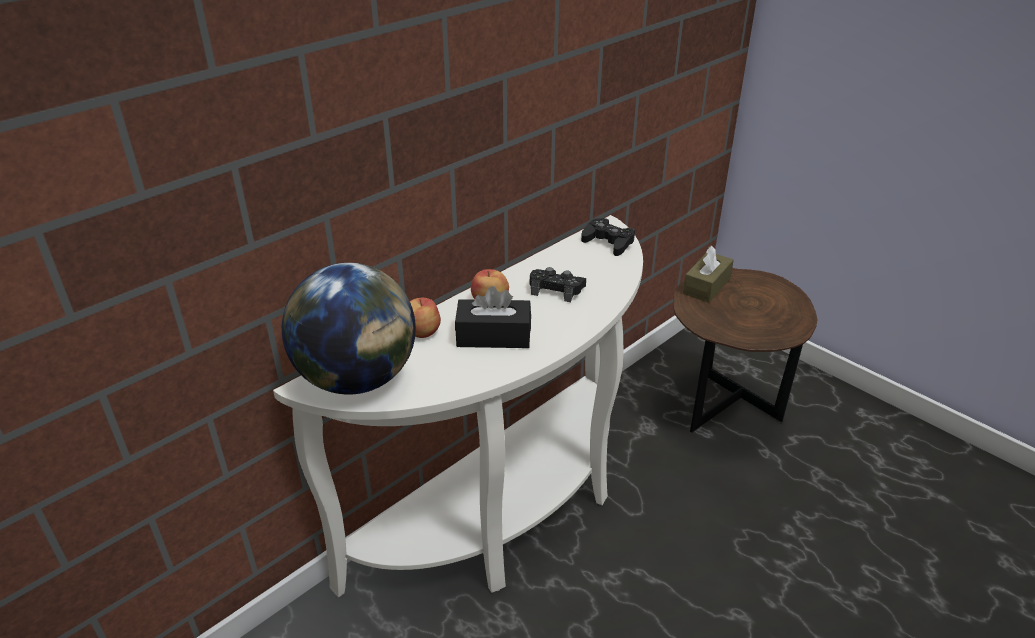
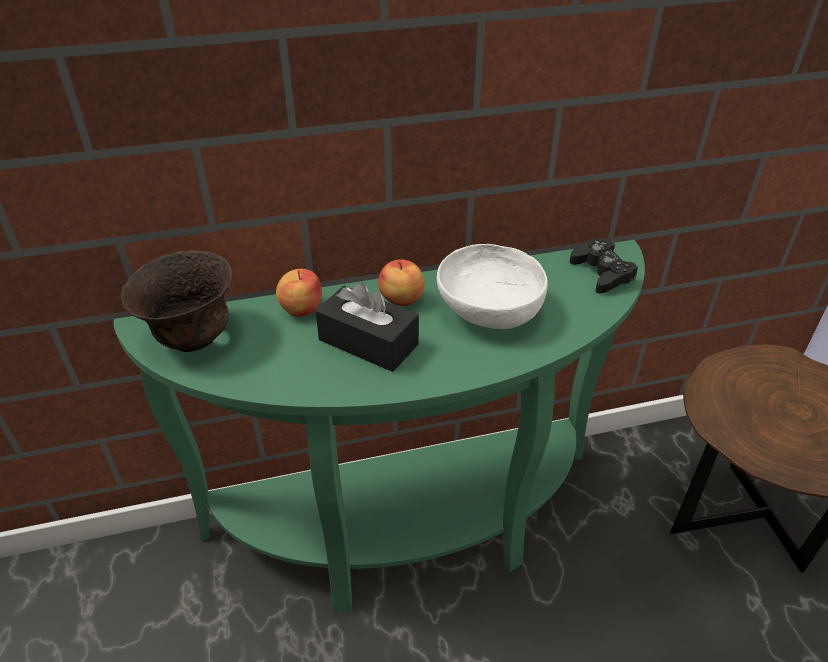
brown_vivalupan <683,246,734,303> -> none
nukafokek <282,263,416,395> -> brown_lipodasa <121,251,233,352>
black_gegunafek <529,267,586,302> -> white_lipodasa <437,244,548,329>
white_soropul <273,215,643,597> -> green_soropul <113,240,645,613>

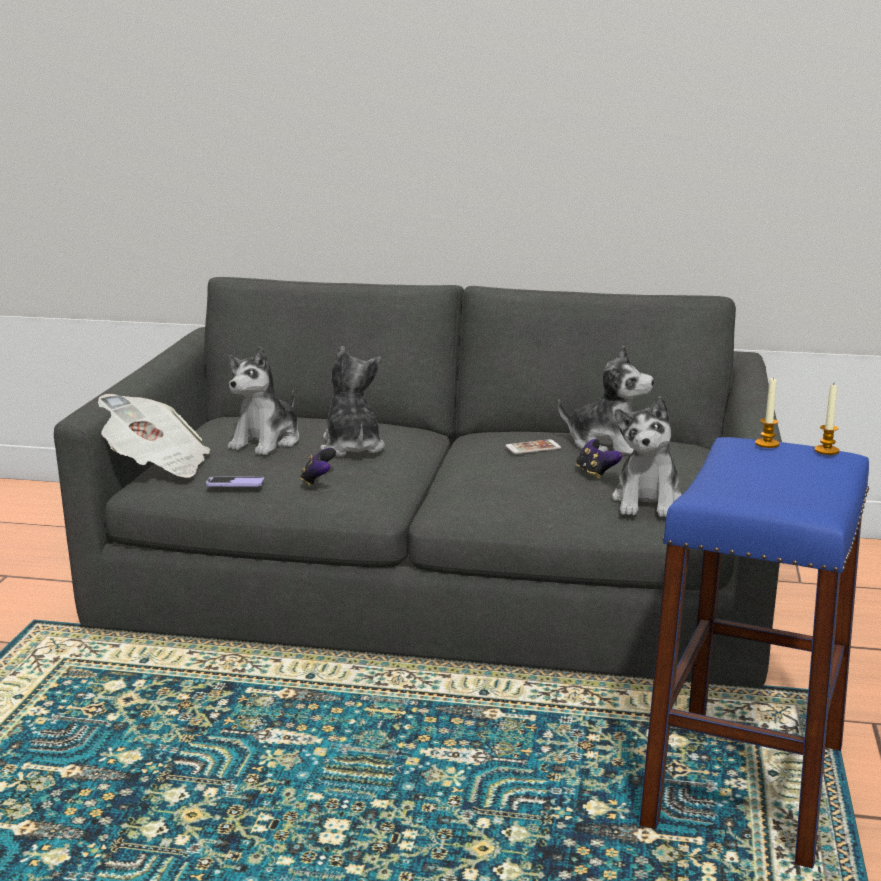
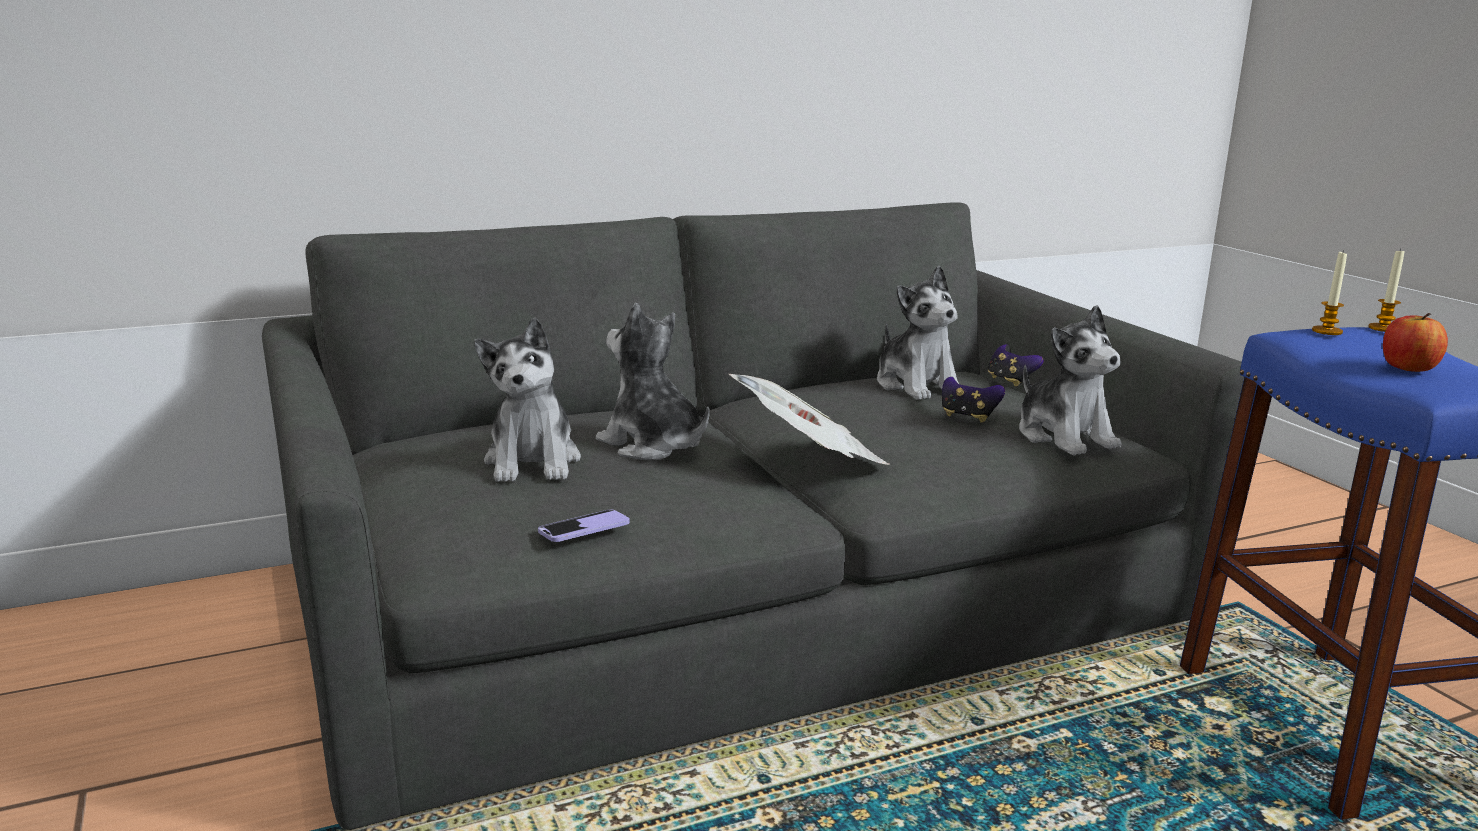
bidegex <505,439,561,454> -> none
none -> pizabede <1383,313,1448,372>
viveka <98,394,210,478> -> viveka <729,374,890,465>, moved
gegunafek <301,448,336,486> -> gegunafek <988,344,1044,387>, moved
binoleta <558,345,654,455> -> binoleta <877,265,959,400>, 75 degrees clockwise

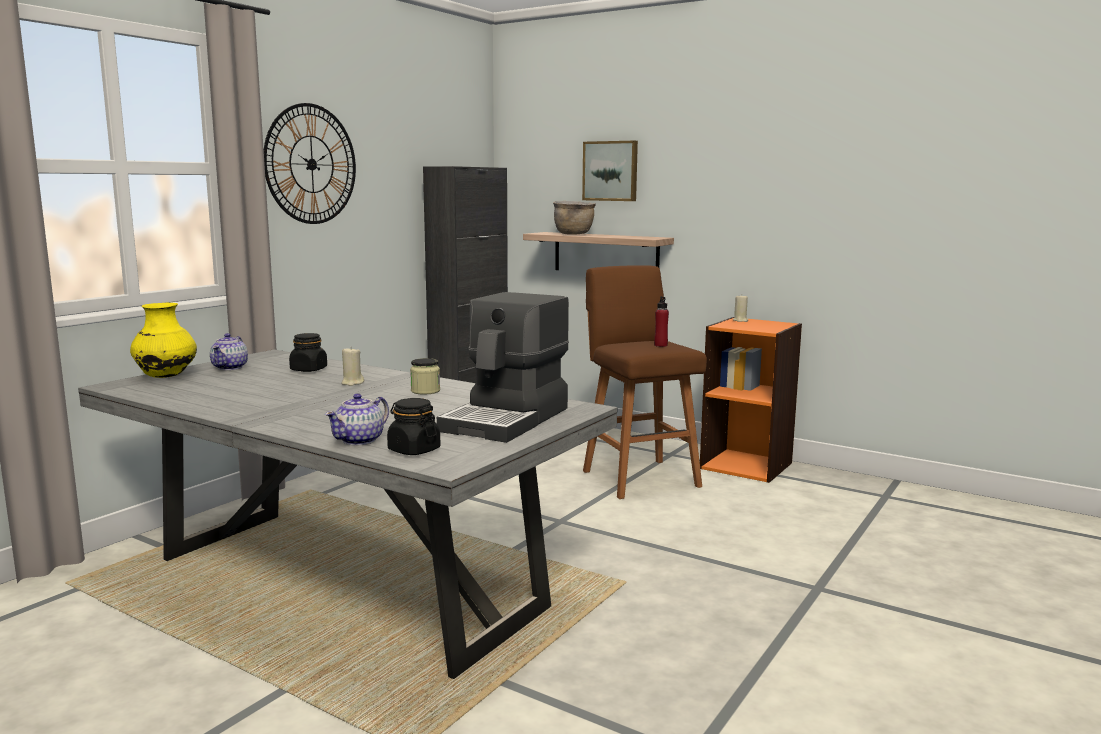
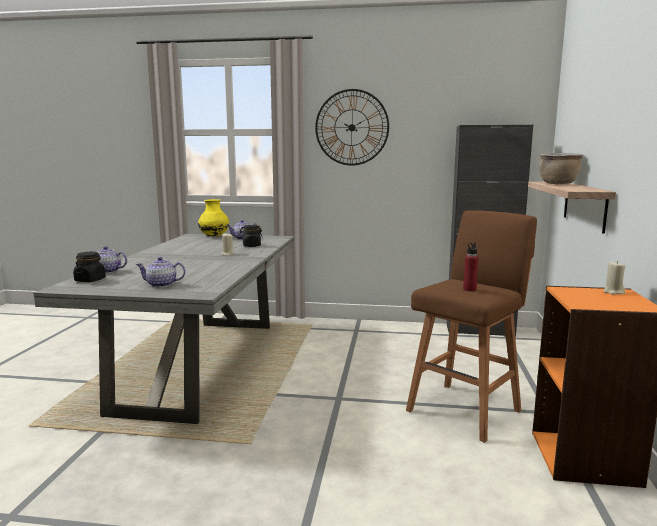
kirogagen <410,358,440,394> -> none
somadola <582,141,638,201> -> none
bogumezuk <437,292,569,443> -> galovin <136,257,186,287>

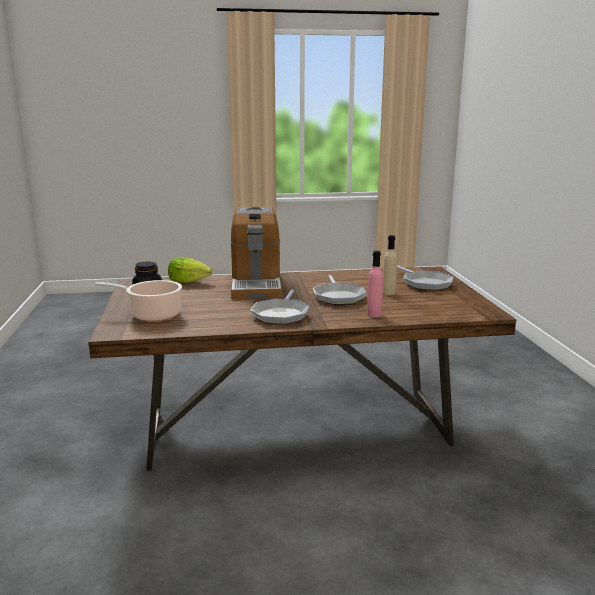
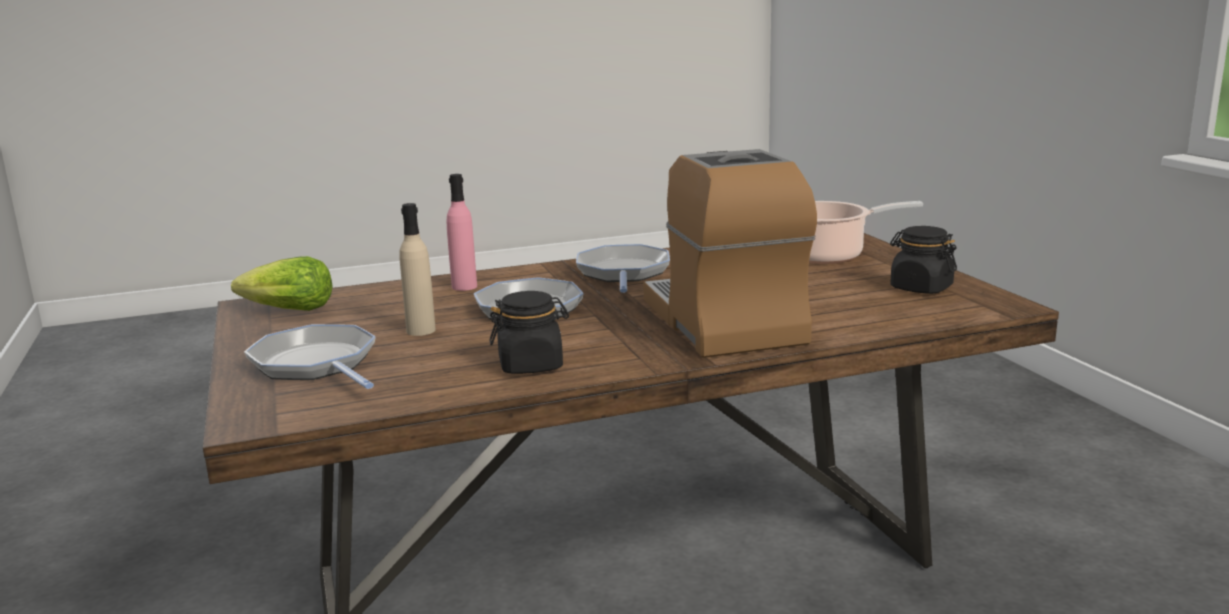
none -> black_kirogagen <489,291,569,374>
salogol <168,257,213,283> -> salogol <231,256,333,311>, moved

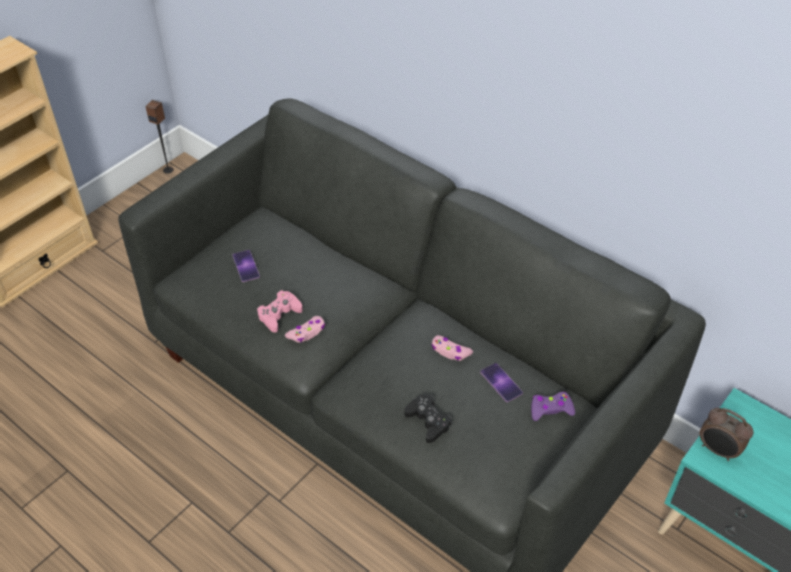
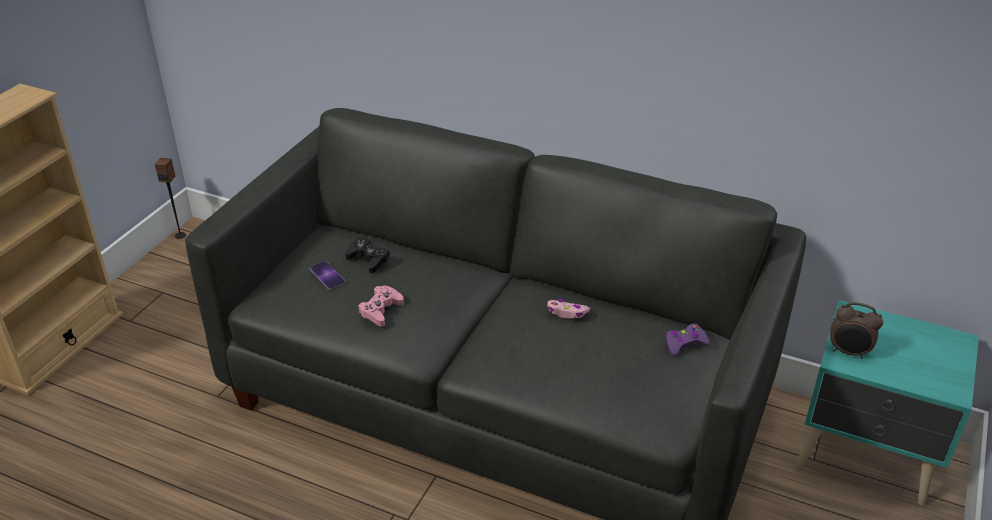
pink_gegunafek <285,316,325,343> -> none
bidegex <480,363,523,402> -> none
black_gegunafek <404,395,452,443> -> black_gegunafek <345,237,390,273>, moved

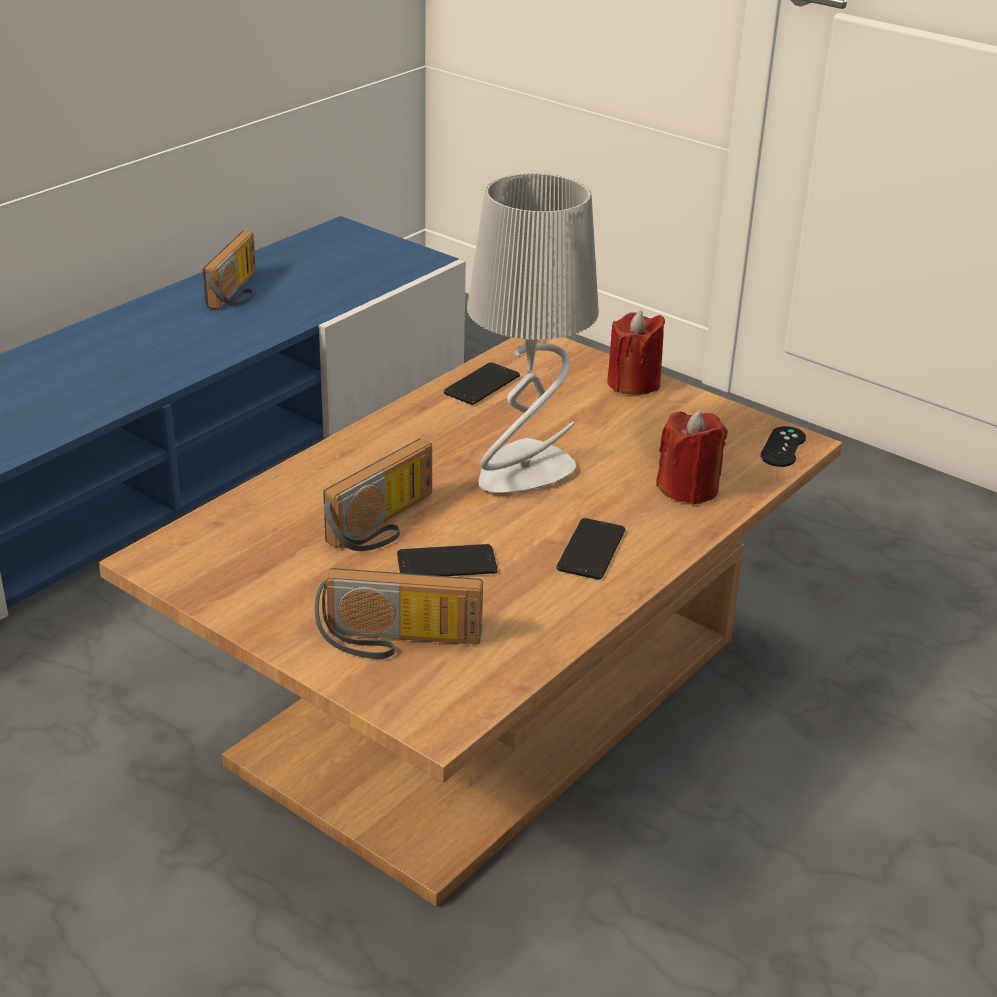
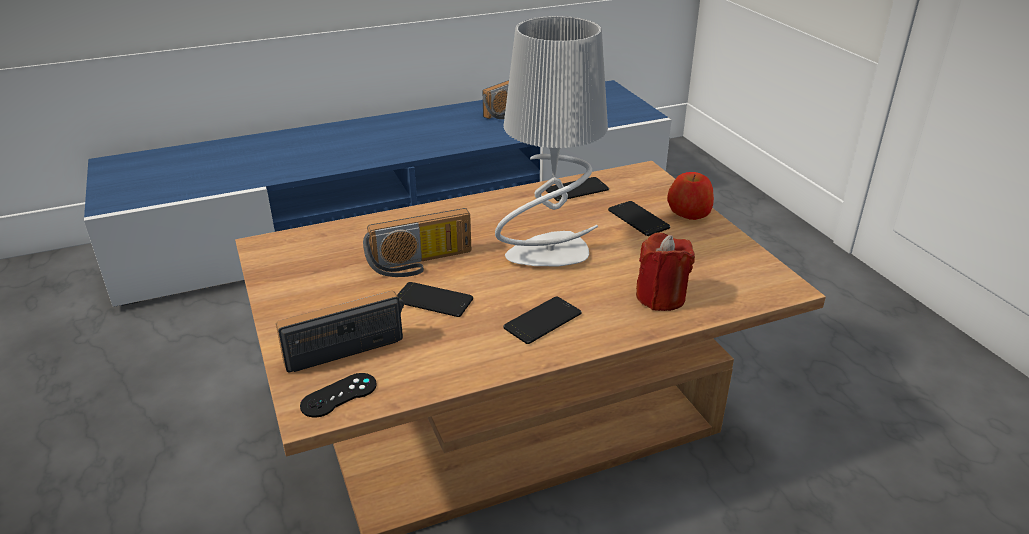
none -> bidegex <608,201,670,236>
black_gegunafek <760,426,806,467> -> black_gegunafek <300,373,377,418>, moved
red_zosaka <607,310,665,395> -> pizabede <667,172,714,220>
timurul <315,568,483,659> -> timurul <276,291,405,373>, 120 degrees clockwise

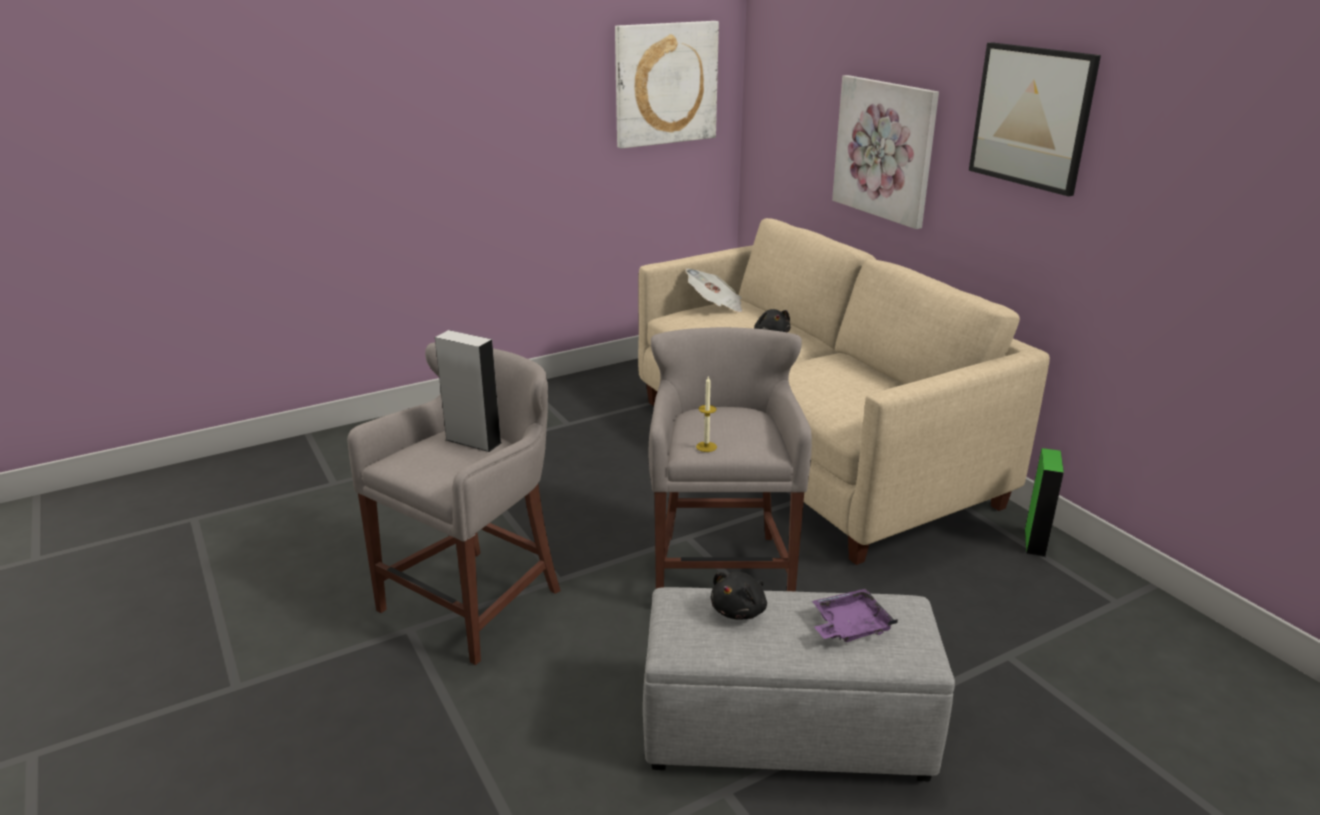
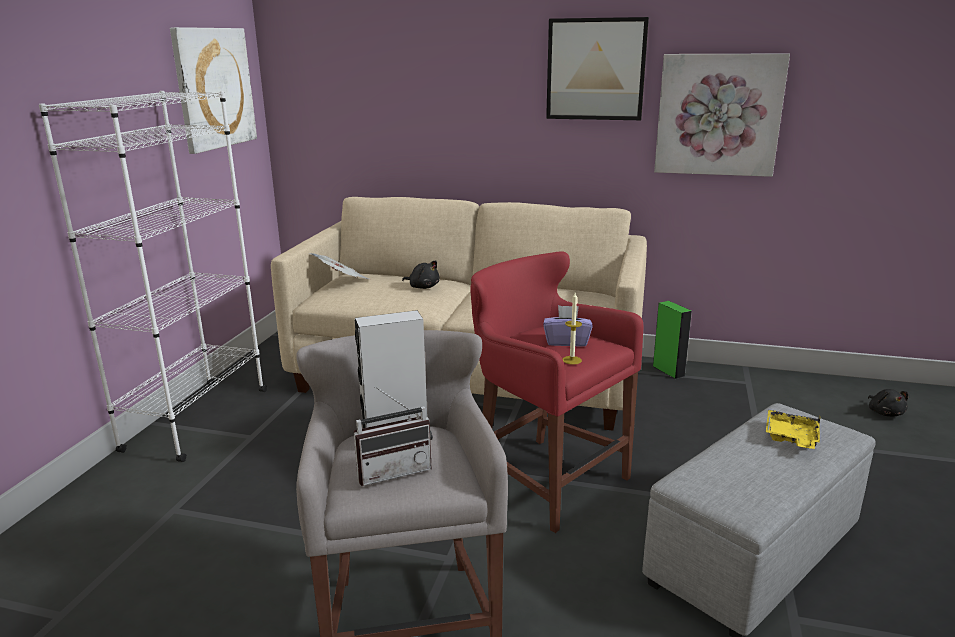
none -> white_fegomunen <39,91,267,462>
none -> timurul <354,386,433,486>
none -> purple_vivalupan <543,305,593,347>
black_binoleta <711,572,767,620> -> black_binoleta <868,389,908,417>, moved
somadola <832,75,939,229> -> somadola <654,53,790,177>, moved
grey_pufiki <648,327,812,592> -> red_pufiki <470,251,643,533>
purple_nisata <812,589,898,642> -> yellow_nisata <766,410,820,449>

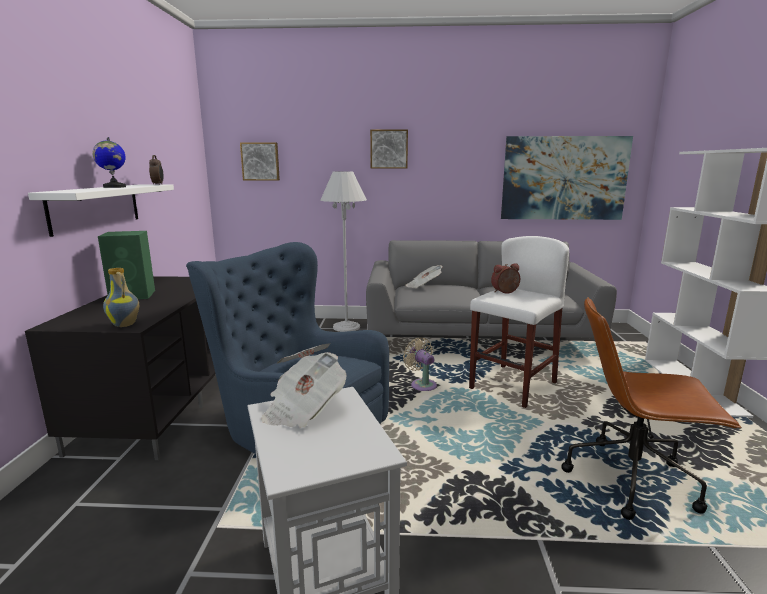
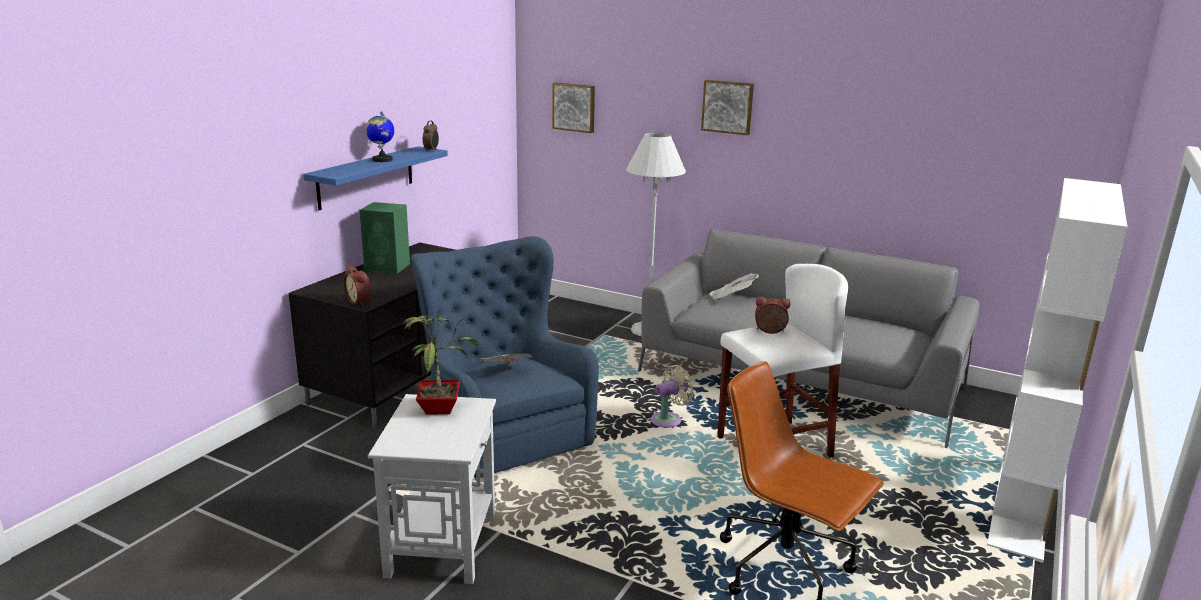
somadola <501,136,633,220> -> none
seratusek <103,268,139,327> -> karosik <343,266,372,306>
viveka <261,352,347,428> -> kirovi <403,310,478,414>
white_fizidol <28,184,174,237> -> blue_fizidol <303,146,448,210>
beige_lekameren <403,338,437,391> -> beige_lekameren <651,365,694,428>, 60 degrees clockwise

